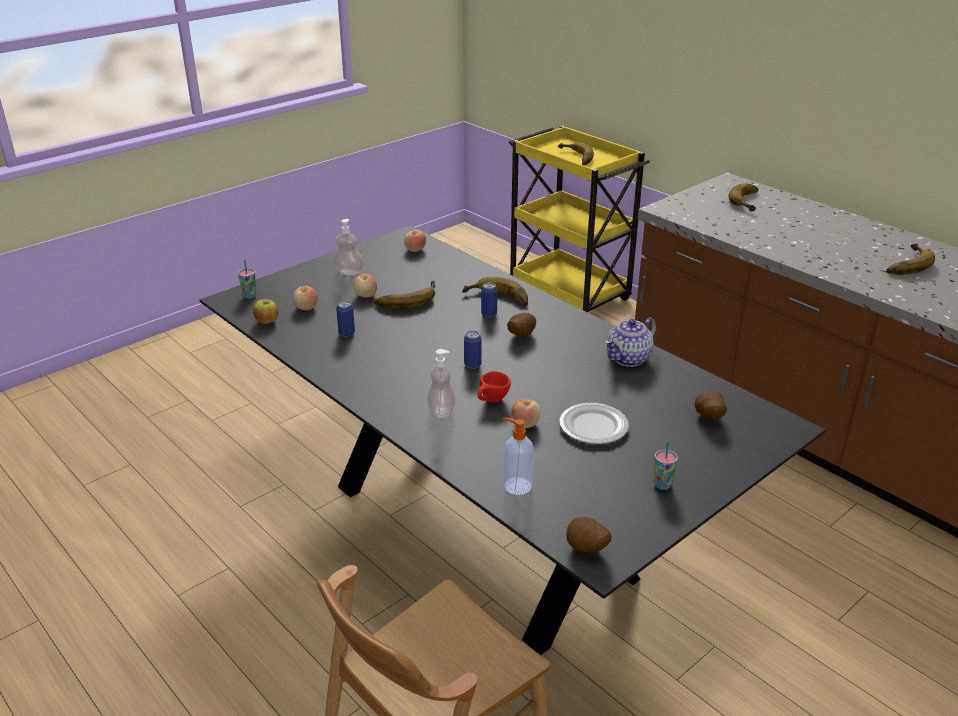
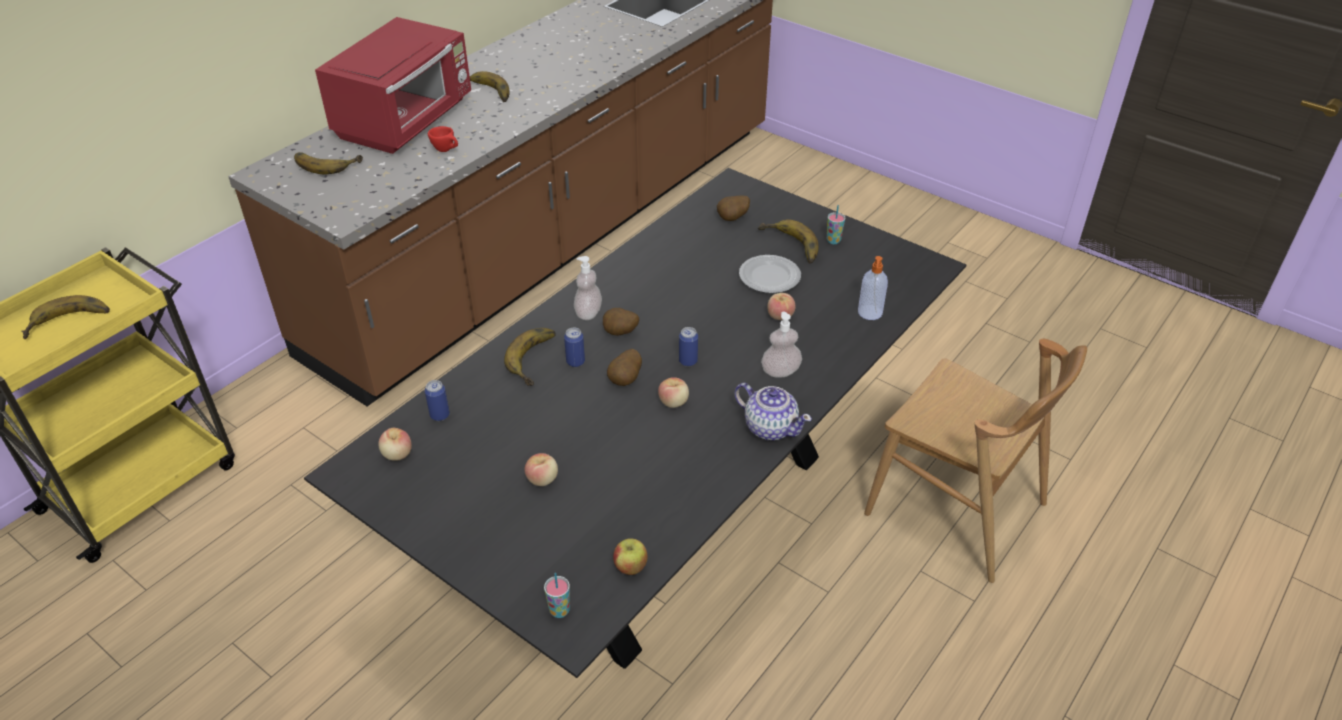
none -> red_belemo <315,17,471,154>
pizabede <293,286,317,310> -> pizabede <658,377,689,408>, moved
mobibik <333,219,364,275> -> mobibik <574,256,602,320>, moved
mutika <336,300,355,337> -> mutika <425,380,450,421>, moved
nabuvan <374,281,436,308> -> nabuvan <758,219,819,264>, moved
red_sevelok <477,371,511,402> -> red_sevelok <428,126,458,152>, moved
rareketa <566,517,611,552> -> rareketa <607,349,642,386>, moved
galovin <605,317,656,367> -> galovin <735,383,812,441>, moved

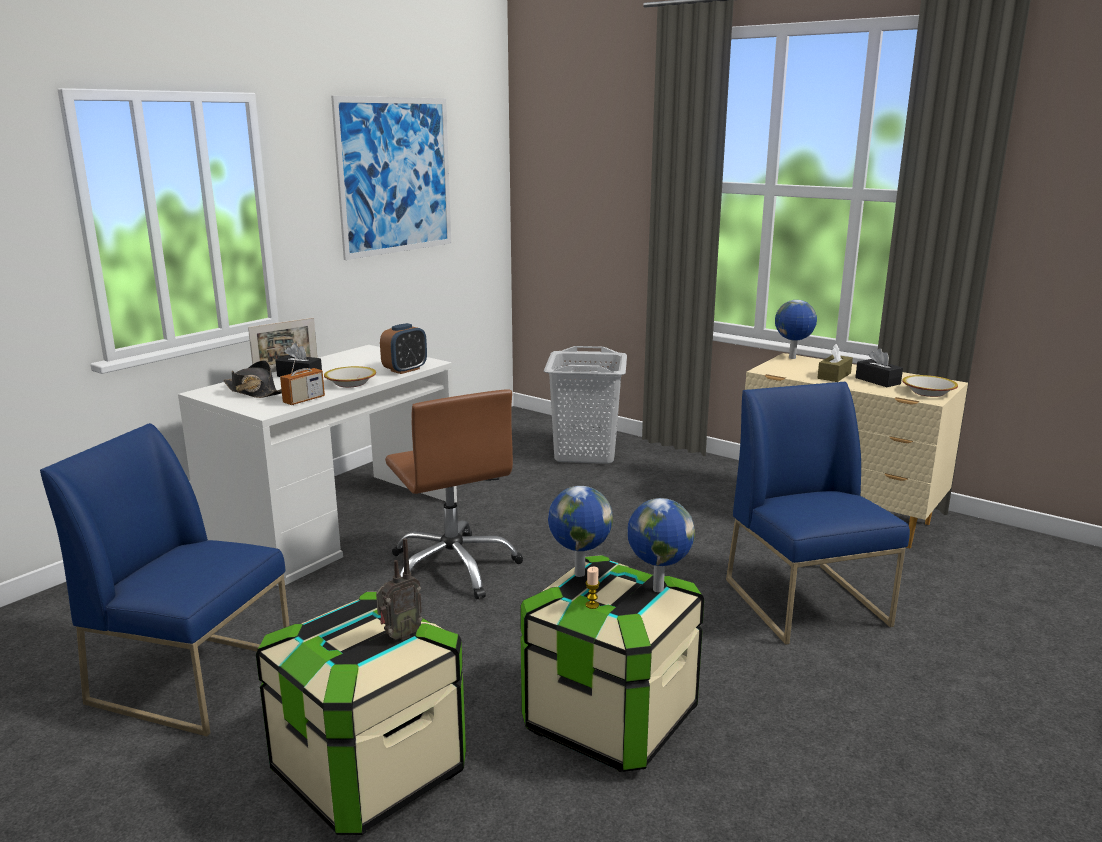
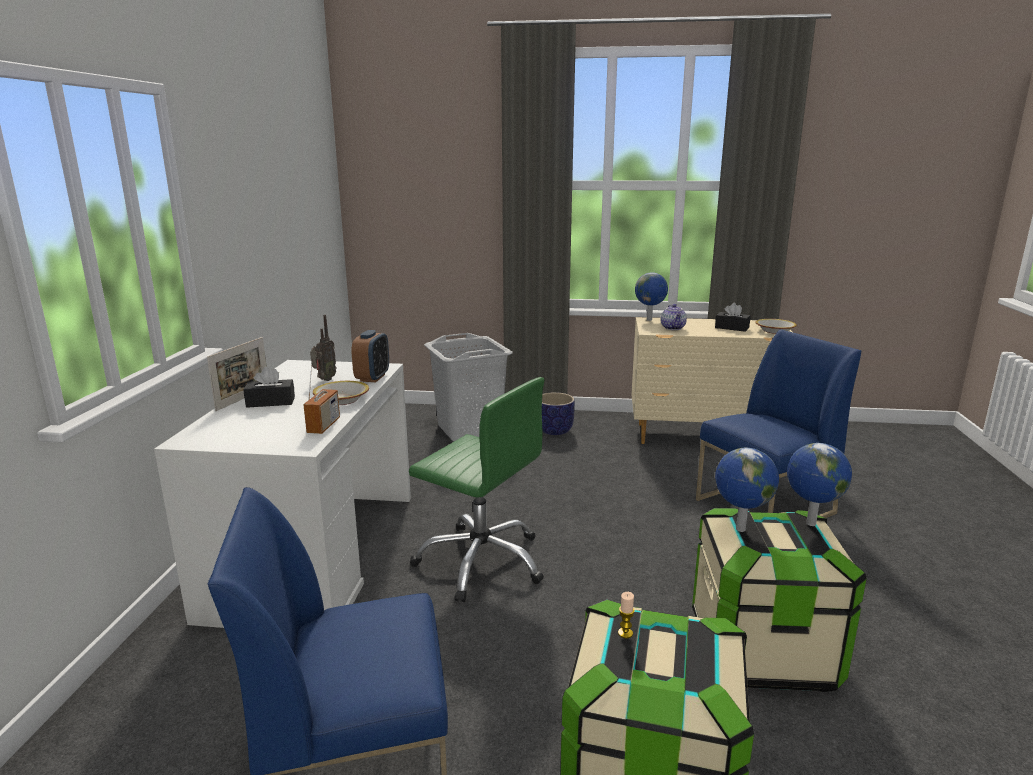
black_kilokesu <224,360,282,398> -> none
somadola <331,96,451,260> -> none
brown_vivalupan <817,344,853,382> -> none
none -> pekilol <542,392,575,435>
none -> galovin <661,304,687,330>
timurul <376,538,423,640> -> timurul <310,315,336,381>, moved
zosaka <585,567,600,609> -> zosaka <618,592,635,638>, moved
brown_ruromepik <385,389,523,600> -> green_ruromepik <409,377,544,602>
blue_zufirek <726,382,910,645> -> blue_zufirek <696,329,861,518>, 105 degrees clockwise

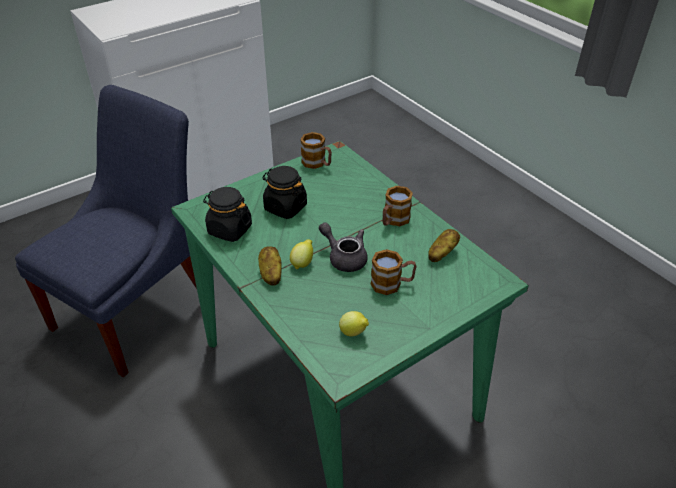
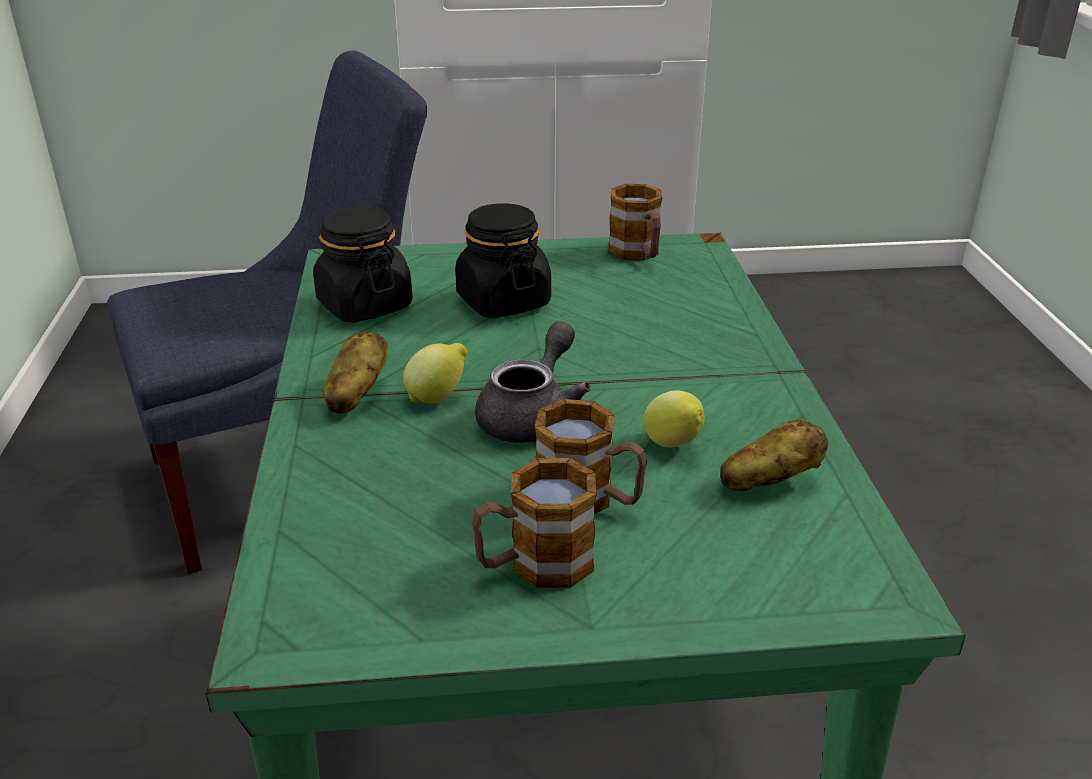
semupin <339,311,369,337> -> semupin <644,391,704,447>, moved
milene <383,186,413,226> -> milene <472,458,597,588>, moved
grey_galovin <319,222,368,272> -> grey_galovin <475,321,591,443>, 45 degrees clockwise

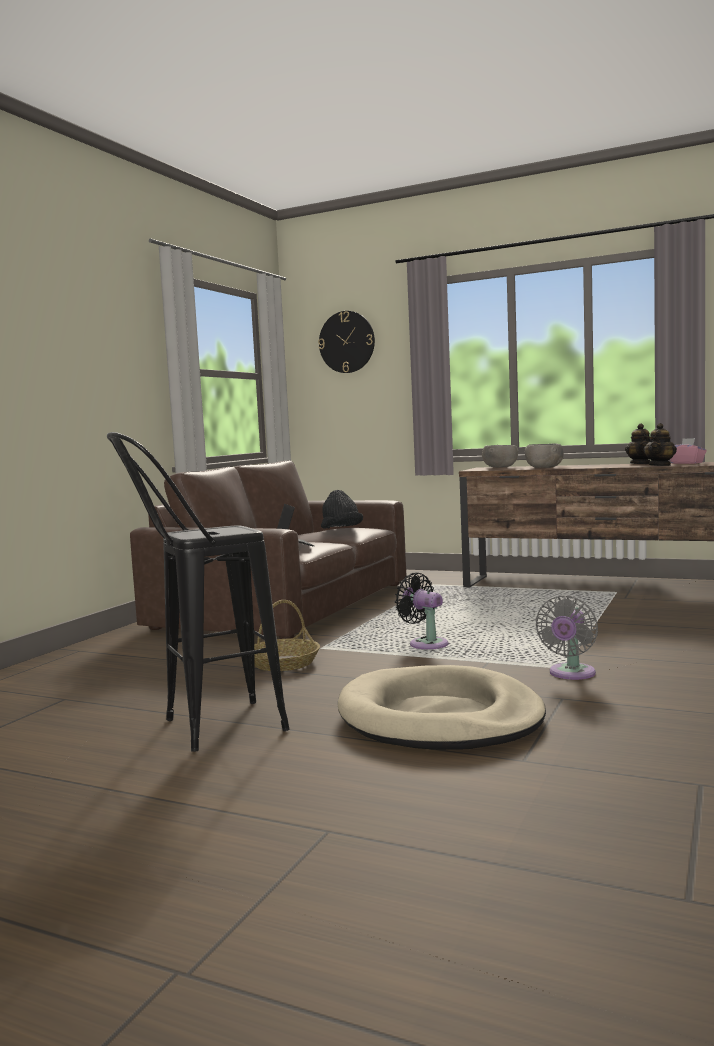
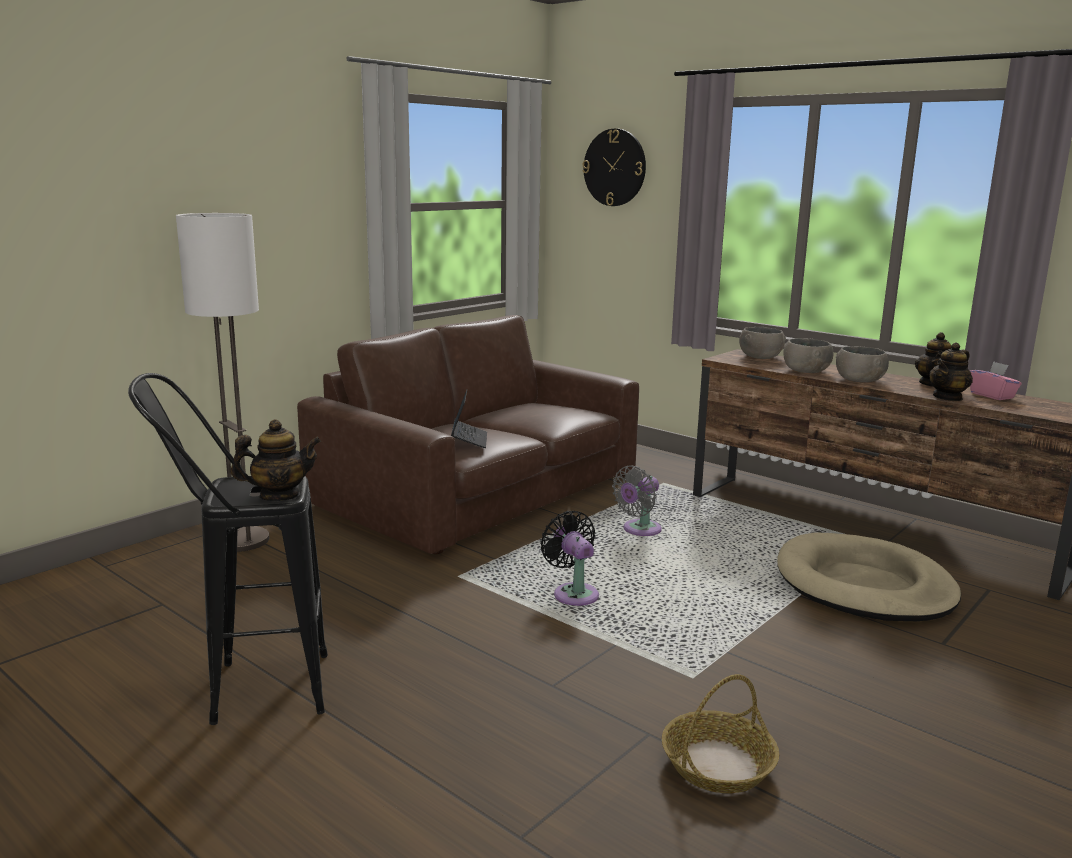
black_kilokesu <321,490,363,529> -> none
none -> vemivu <176,213,269,552>
none -> galovin <231,419,321,501>
none -> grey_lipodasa <836,346,889,382>
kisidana <254,600,320,671> -> kisidana <662,674,779,793>, moved
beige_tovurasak <338,665,546,750> -> beige_tovurasak <777,533,961,621>, moved
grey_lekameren <535,595,598,680> -> grey_lekameren <612,466,662,536>, moved

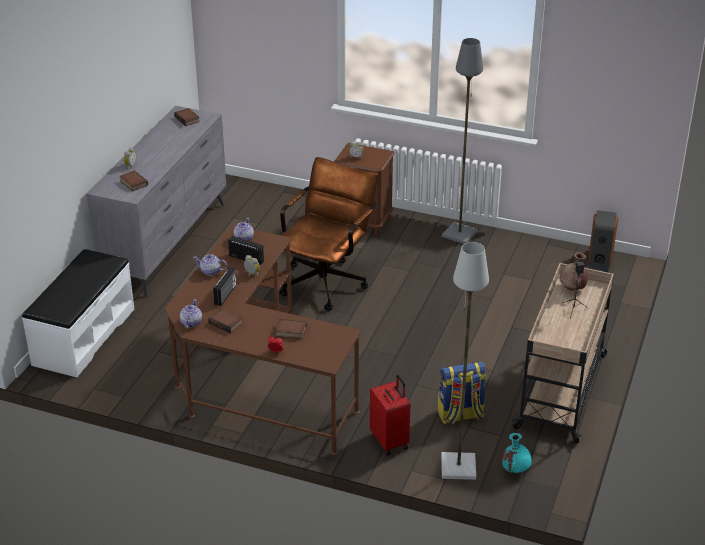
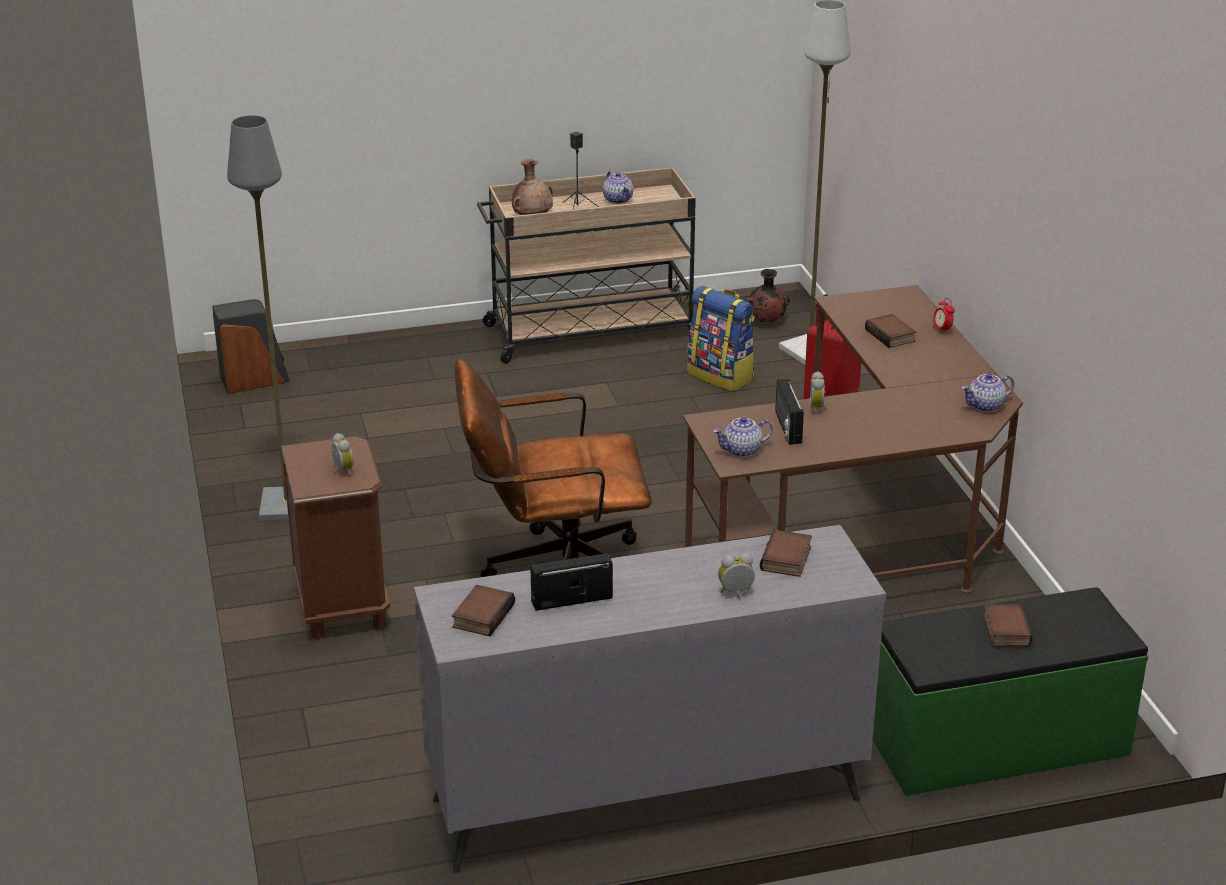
galovin <193,254,227,276> -> galovin <603,171,633,204>, moved
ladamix <208,308,243,333> -> ladamix <983,604,1033,646>, moved
timurul <213,267,236,306> -> timurul <530,553,613,611>, moved
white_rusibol <22,249,134,377> -> green_rusibol <873,587,1148,796>
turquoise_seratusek <502,433,532,473> -> black_seratusek <745,269,790,322>

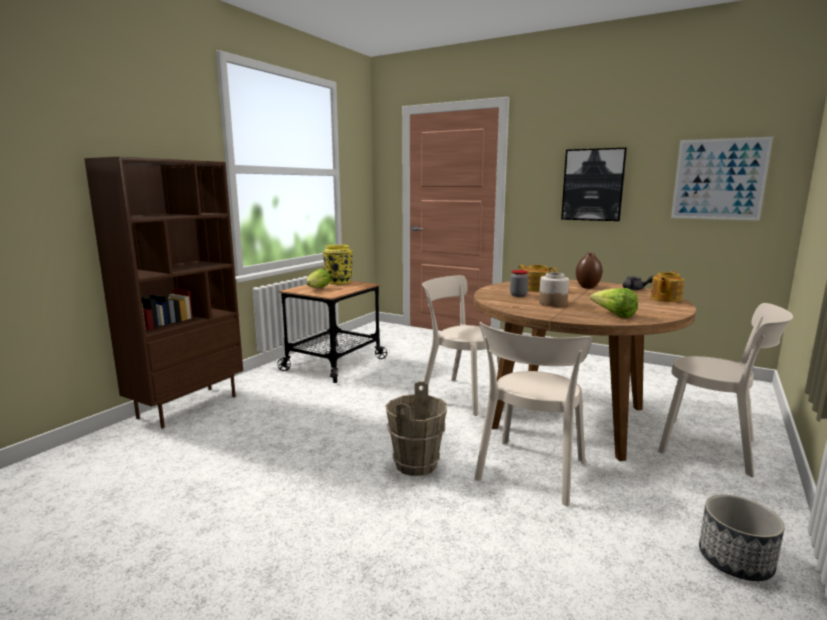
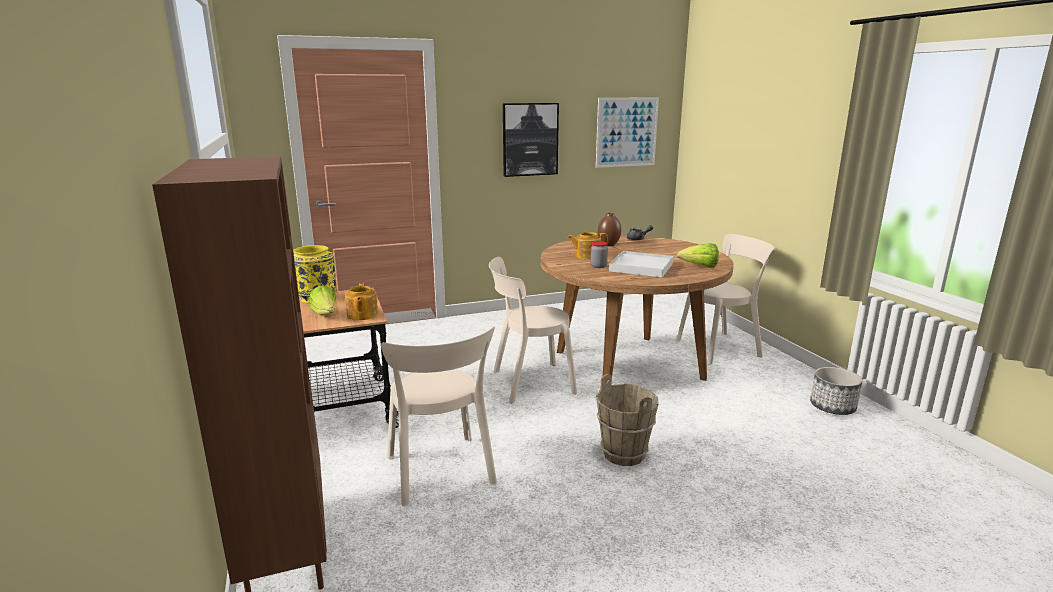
beige_zufirek <474,322,592,506> -> beige_zufirek <381,327,497,506>, moved
galovin <650,271,684,302> -> galovin <345,283,378,320>, moved
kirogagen <539,272,569,307> -> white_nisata <609,251,673,277>

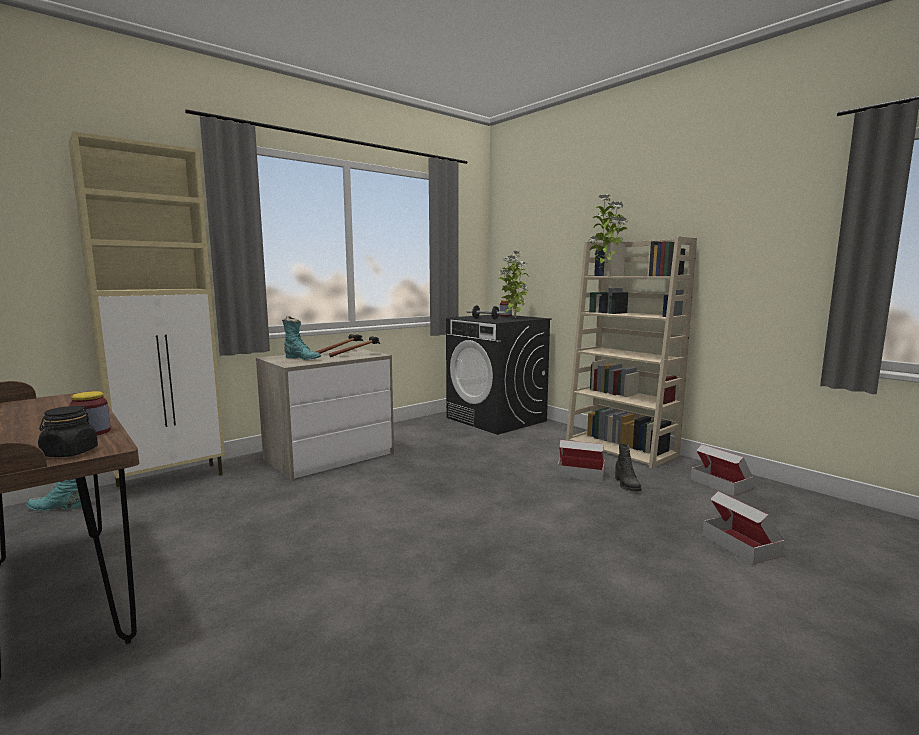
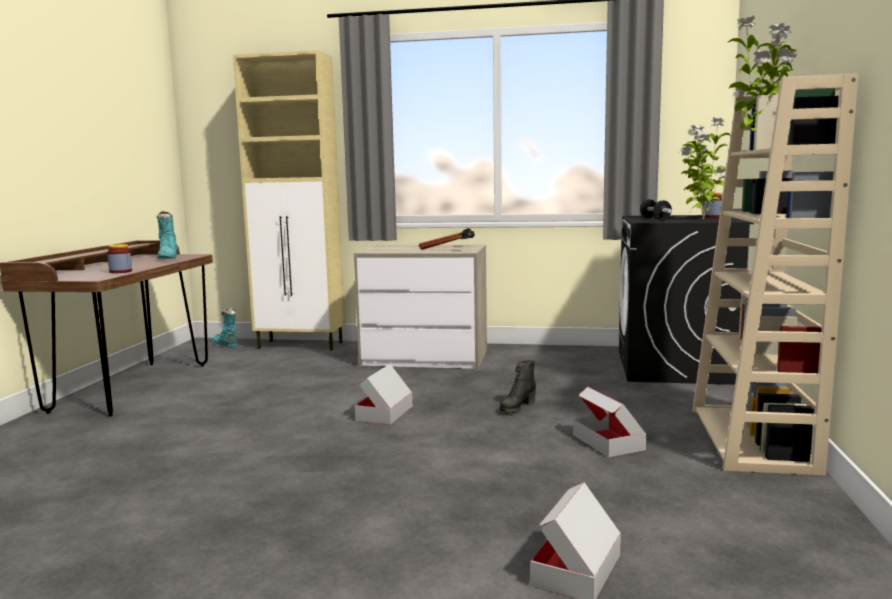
black_kirogagen <38,406,98,457> -> none
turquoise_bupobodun <282,316,321,360> -> turquoise_bupobodun <157,211,178,259>, moved
black_bupobodun <615,444,641,492> -> black_bupobodun <499,360,536,412>, moved
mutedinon <691,444,754,496> -> mutedinon <355,364,413,425>, moved

